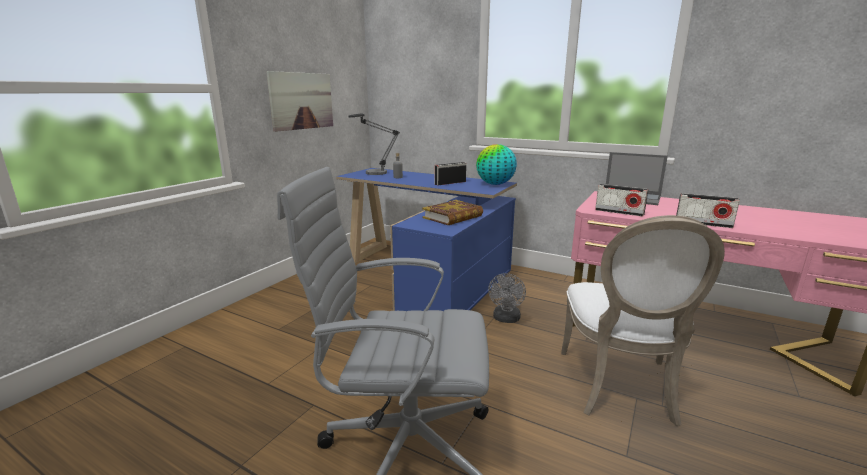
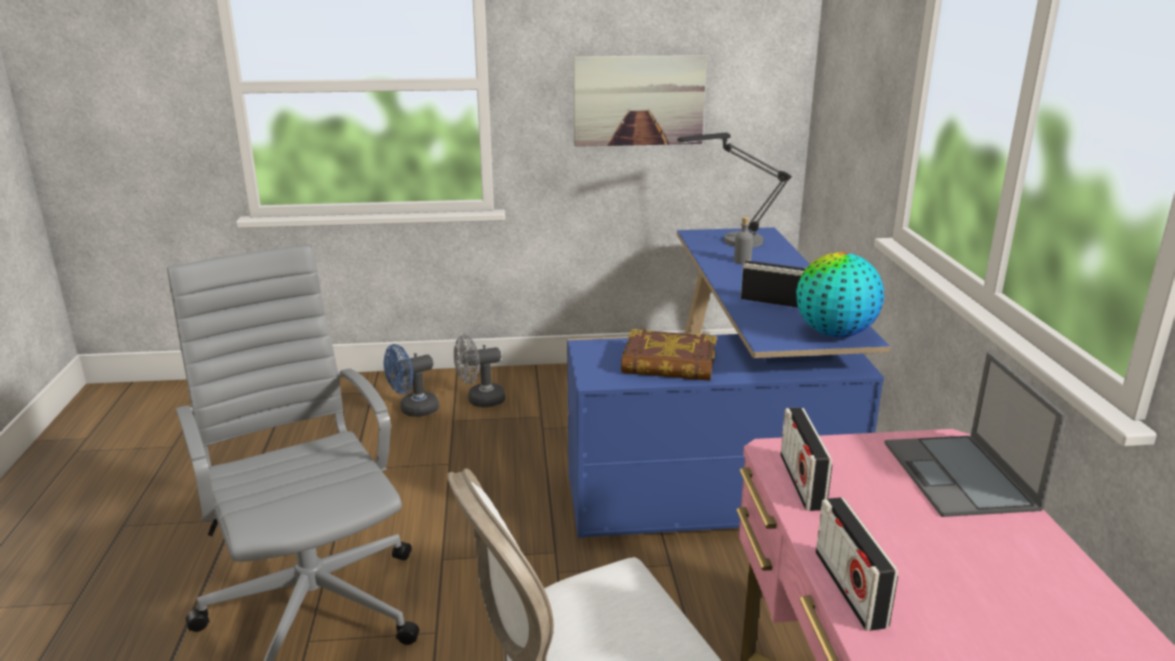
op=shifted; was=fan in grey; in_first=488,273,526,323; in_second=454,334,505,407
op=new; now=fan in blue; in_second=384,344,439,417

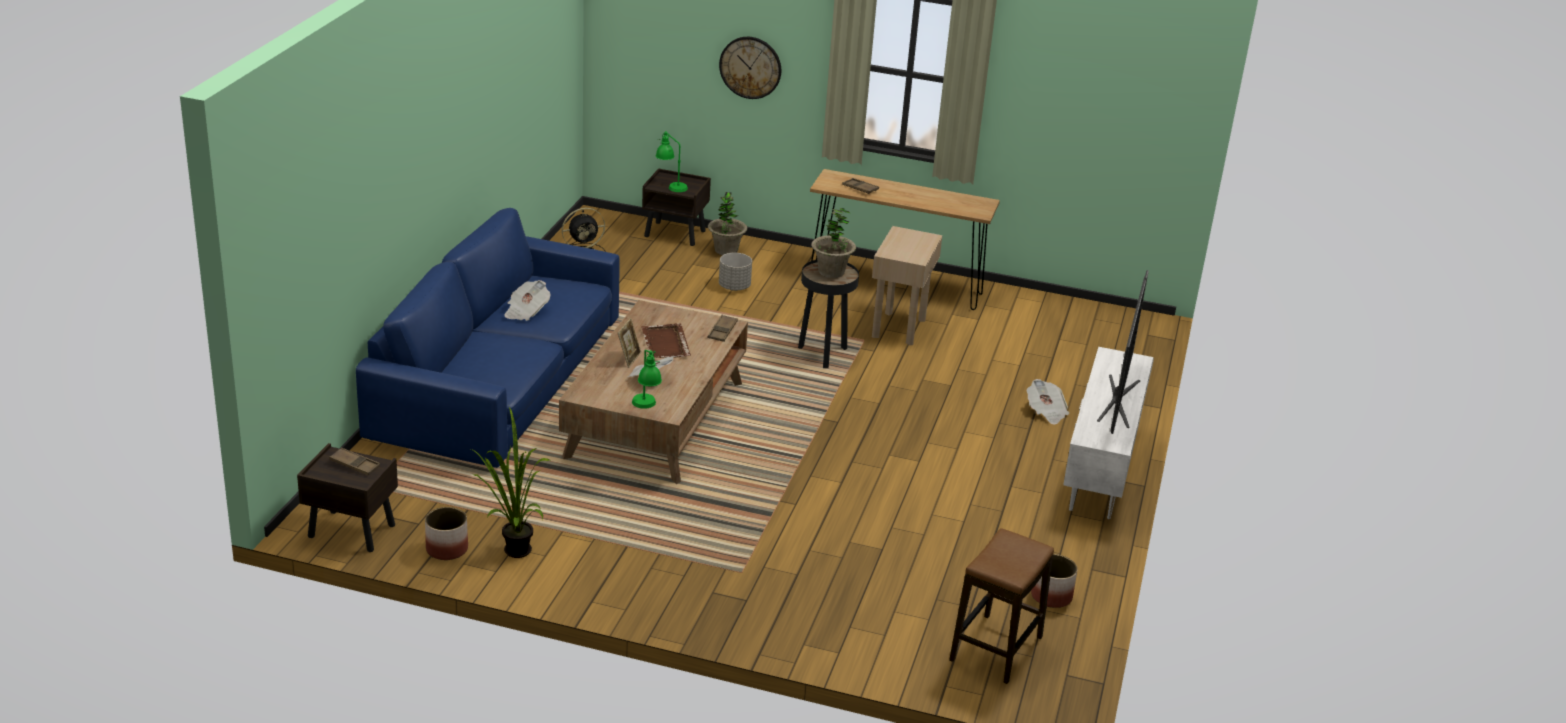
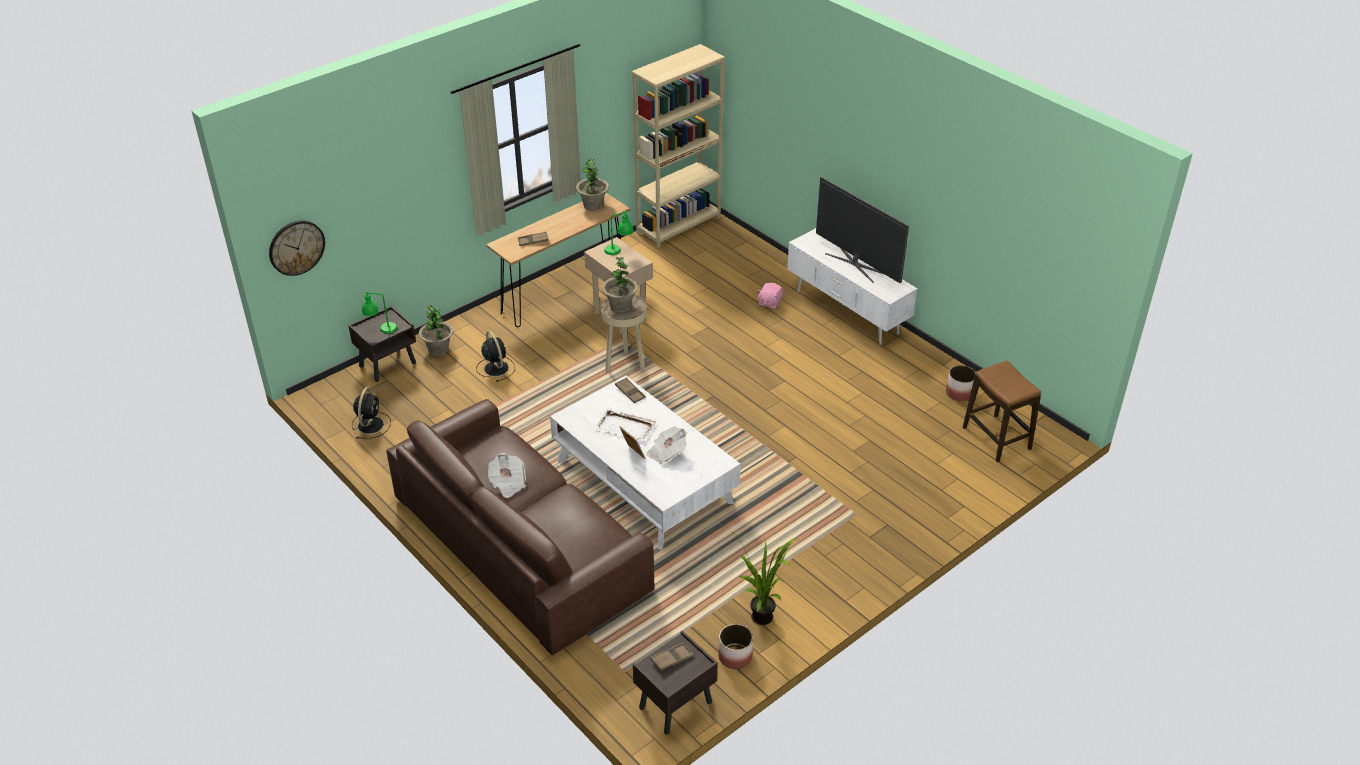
op=repainted; was=sofa in blue; now=sofa in brown; in_first=356,208,620,468; in_second=386,399,654,655
op=repainted; was=coffee table in brown; now=coffee table in white; in_first=559,300,748,484; in_second=550,376,741,550
op=shifted; was=table lamp in green; in_first=632,350,662,409; in_second=604,211,634,255
op=repainted; was=tray in brown; now=tray in white; in_first=641,323,691,358; in_second=594,408,656,442
op=shifted; was=wall clock; in_first=719,37,781,99; in_second=269,221,325,276
op=swapped; was=planter in grey; now=fan in black; in_first=719,253,752,291; in_second=476,331,515,382
op=repainted; was=side table in black; now=side table in beige; in_first=798,260,859,368; in_second=601,294,646,373
op=swapped; was=newspaper; now=plush toy in pink; in_first=1027,379,1069,425; in_second=757,283,783,310
op=new; now=potted plant; in_second=576,158,609,211
op=new; now=bookcase in beige; in_second=632,44,725,248

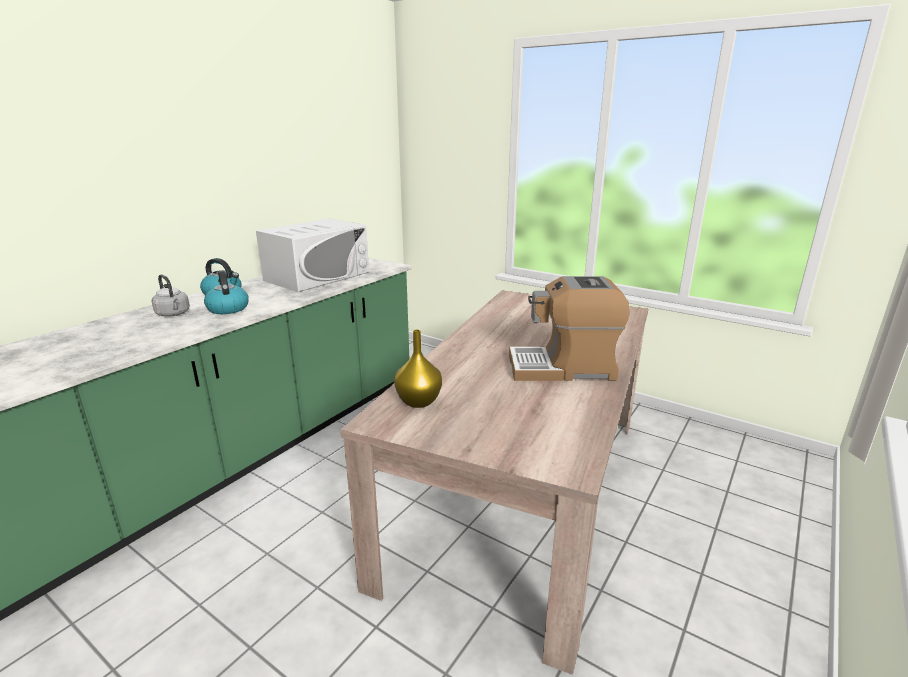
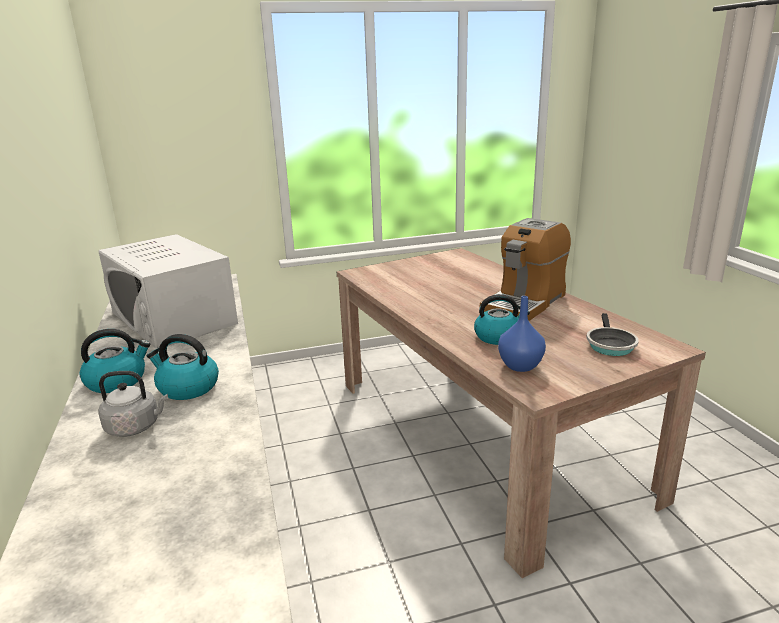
op=rotated; was=microwave in white; in_first=256,219,369,292; in_second=99,234,238,349; clockwise=150
op=repainted; was=vase in yellow; now=vase in blue; in_first=394,329,442,408; in_second=498,296,546,372
op=new; now=kettle; in_second=474,294,530,345
op=new; now=frying pan; in_second=587,313,639,356

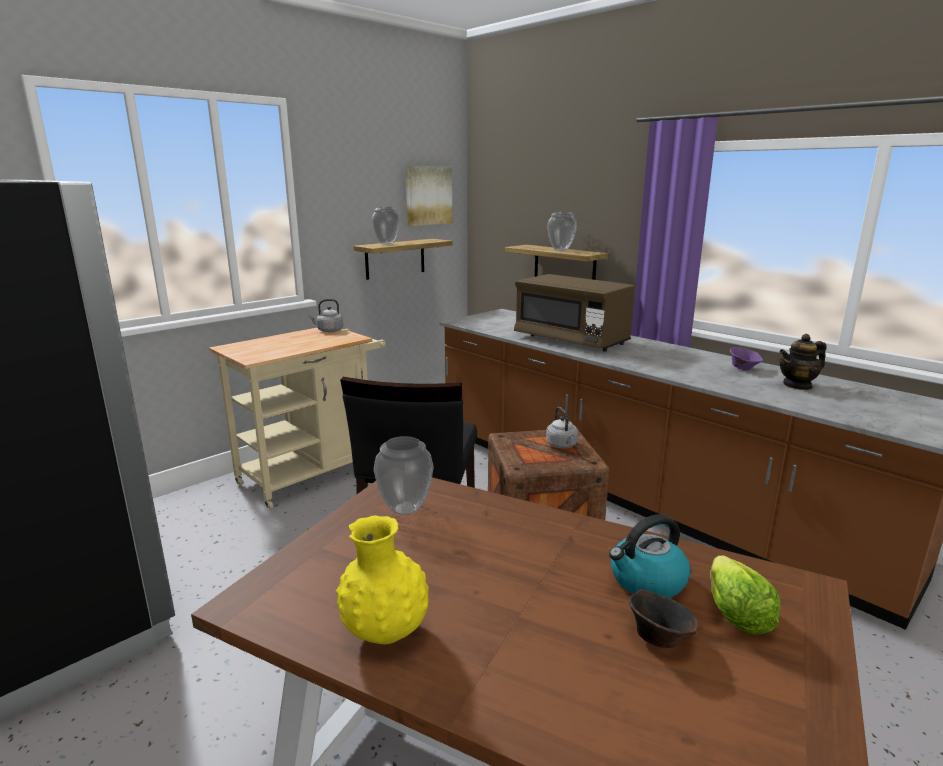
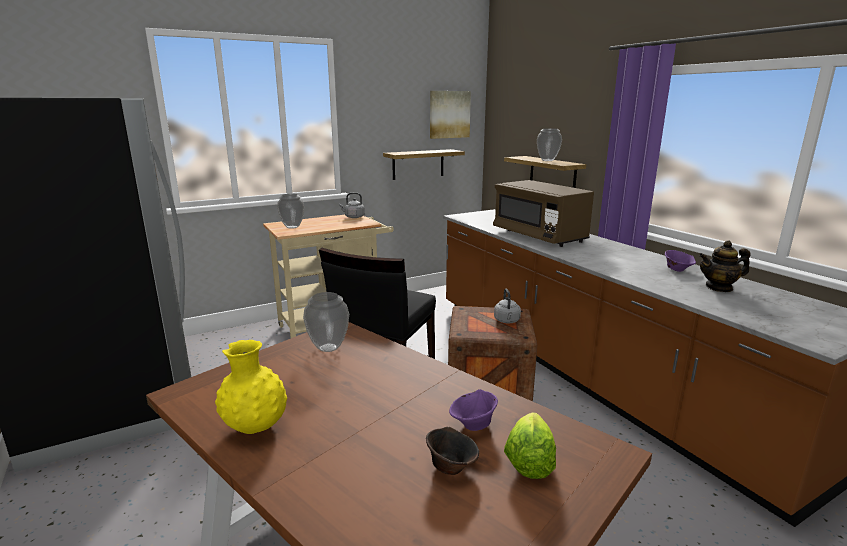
op=shifted; was=vase; in_first=372,207,400,245; in_second=277,194,304,229
op=swapped; was=kettle; now=bowl in purple; in_first=609,515,690,598; in_second=449,389,498,431

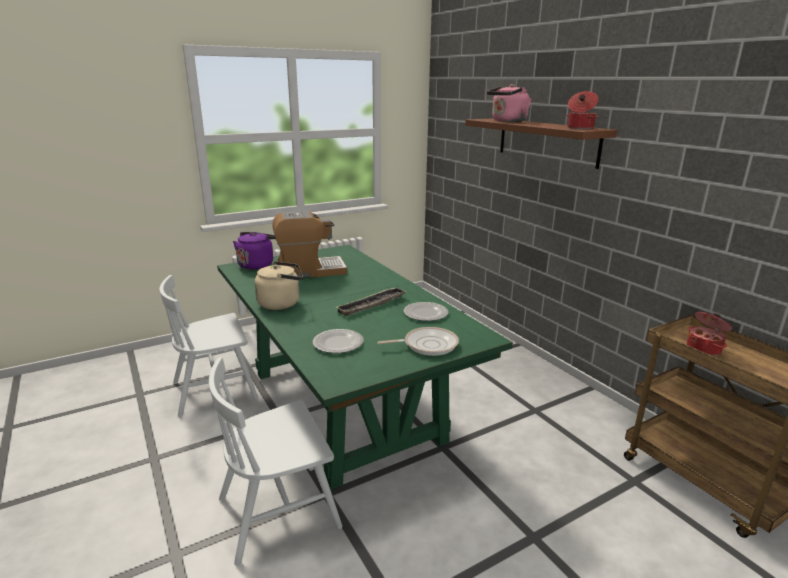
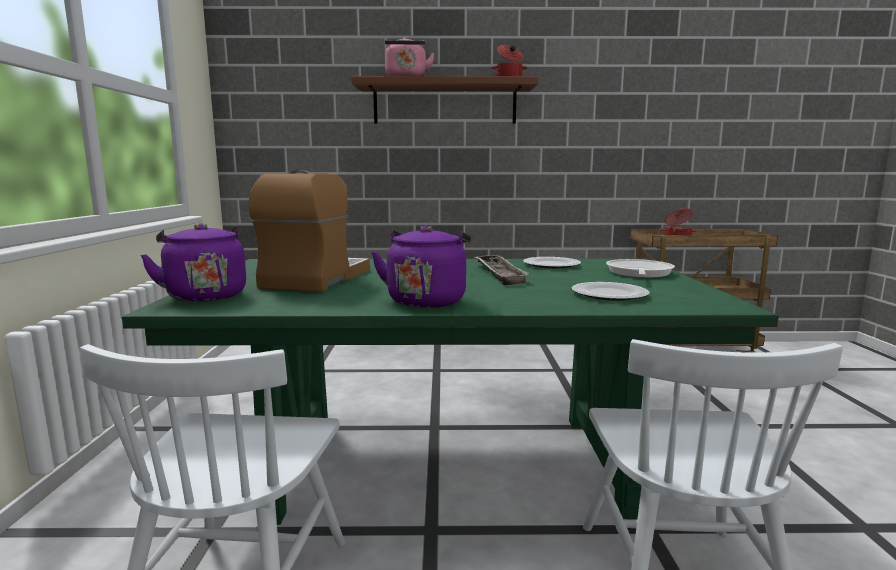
op=repainted; was=kettle in beige; now=kettle in purple; in_first=255,261,303,310; in_second=371,225,471,308

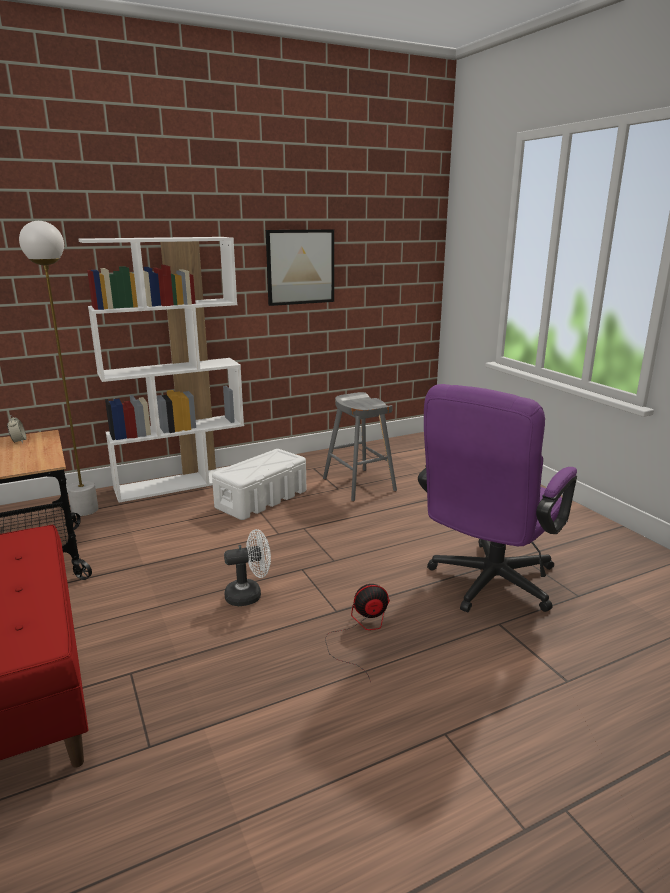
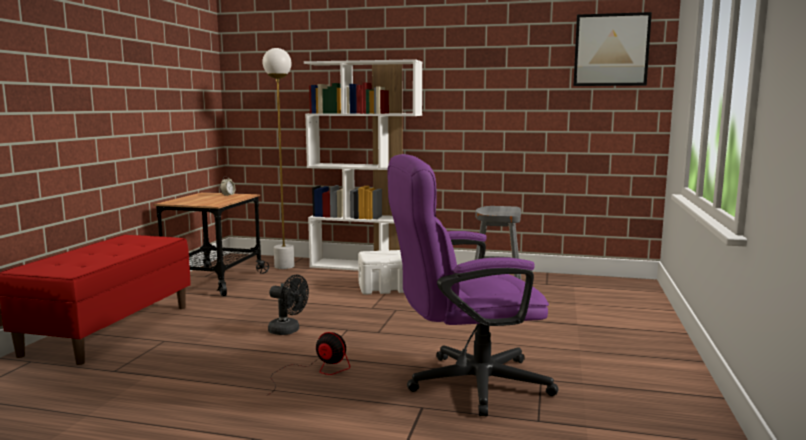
op=repainted; was=fan in white; now=fan in black; in_first=224,529,271,606; in_second=268,275,309,335
op=shifted; was=picture; in_first=266,229,334,306; in_second=573,12,652,86

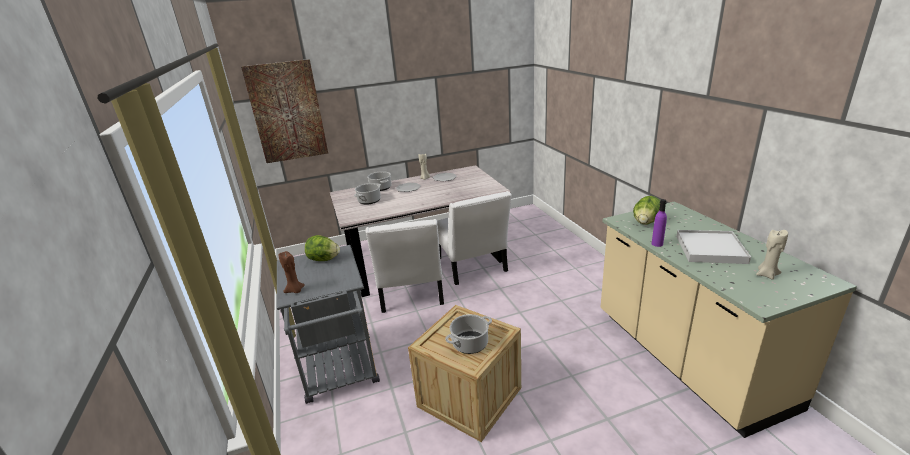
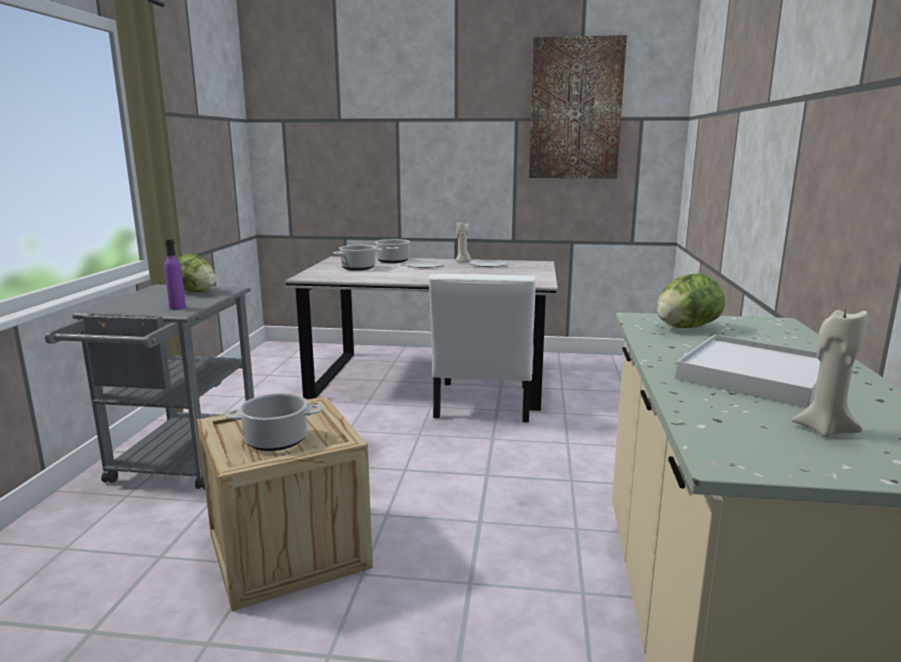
op=shifted; was=picture; in_first=241,59,328,163; in_second=529,35,627,178
op=gone; was=candle in brown; in_first=278,251,305,293
op=gone; was=chair in white; in_first=365,219,444,313
op=shifted; was=bottle in purple; in_first=652,199,667,247; in_second=164,239,186,310

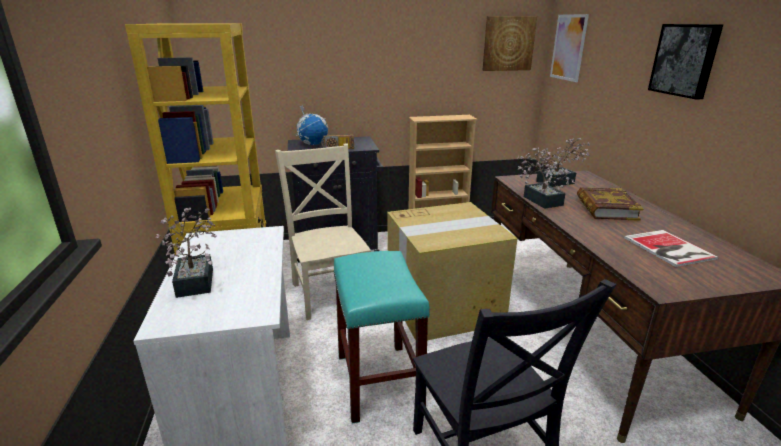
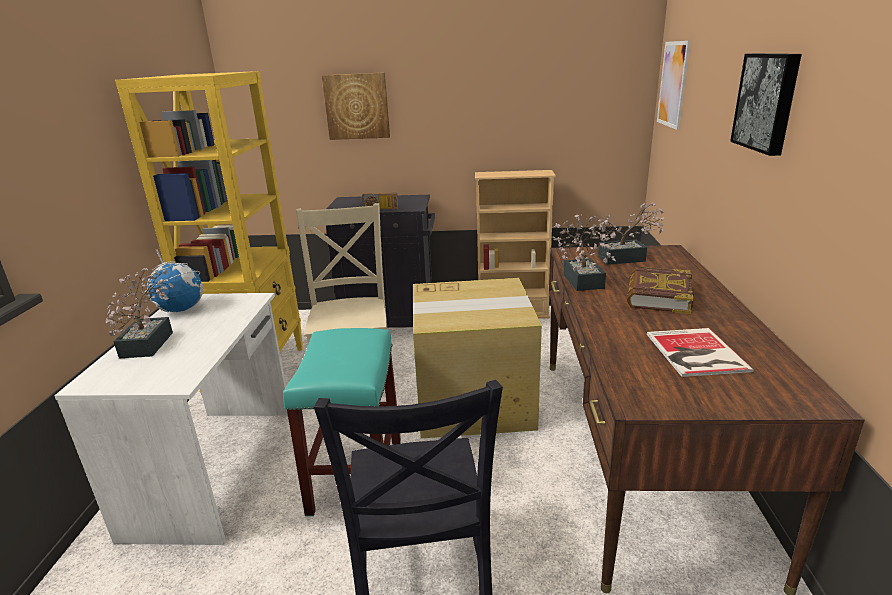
op=shifted; was=globe; in_first=295,105,328,145; in_second=144,249,203,313
op=shifted; was=picture; in_first=482,16,537,71; in_second=322,72,390,140

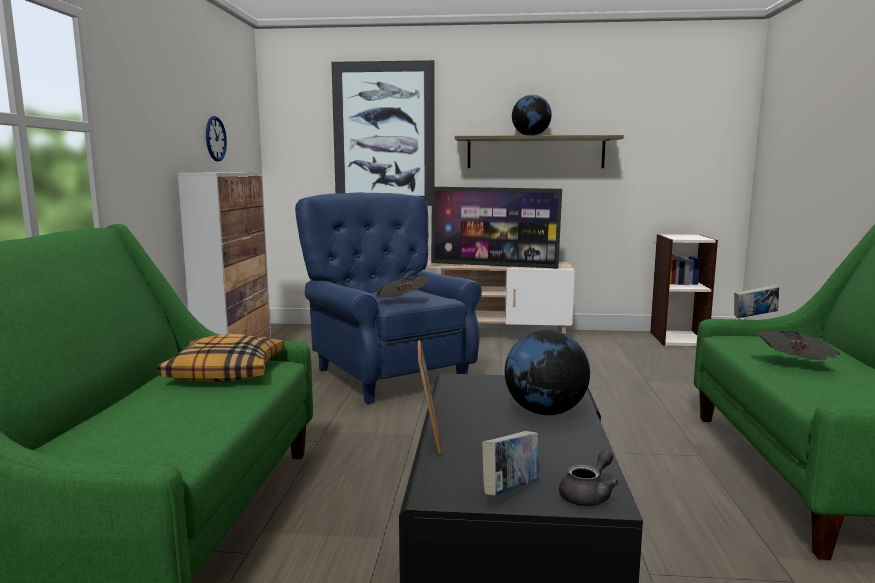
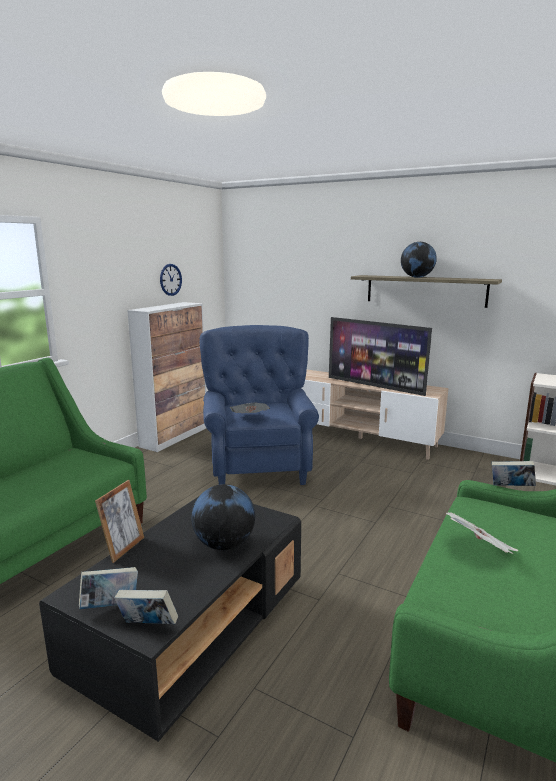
op=gone; was=pillow; in_first=157,334,284,382
op=gone; was=picture; in_first=331,60,435,206
op=swapped; was=teapot in grey; now=book; in_first=559,450,619,506; in_second=114,590,178,624

